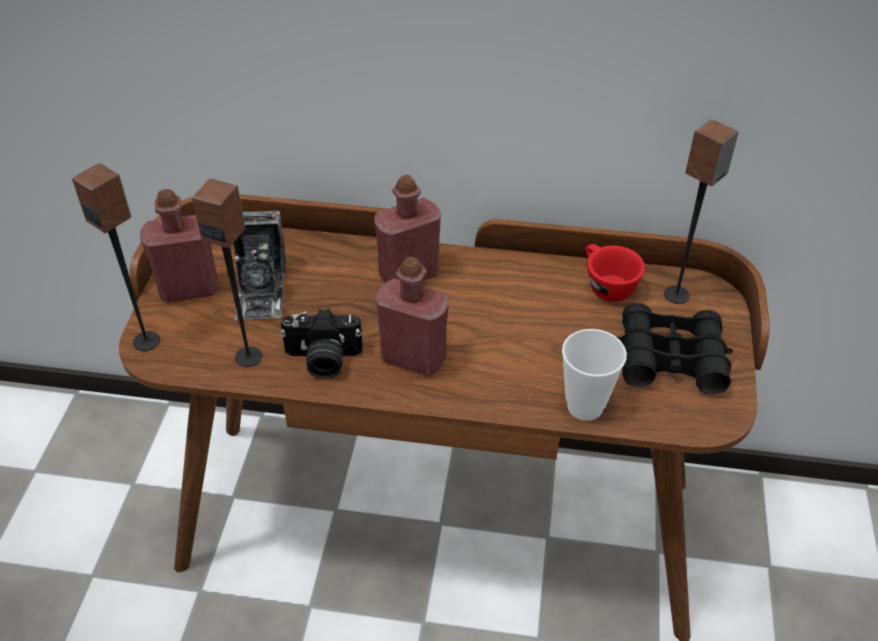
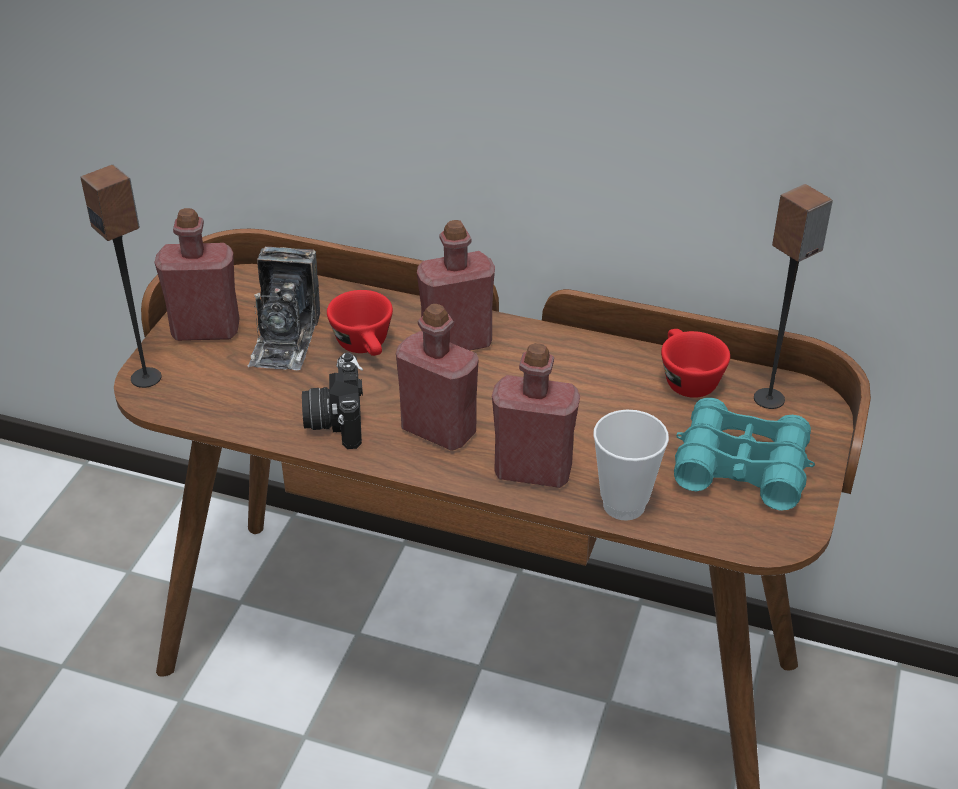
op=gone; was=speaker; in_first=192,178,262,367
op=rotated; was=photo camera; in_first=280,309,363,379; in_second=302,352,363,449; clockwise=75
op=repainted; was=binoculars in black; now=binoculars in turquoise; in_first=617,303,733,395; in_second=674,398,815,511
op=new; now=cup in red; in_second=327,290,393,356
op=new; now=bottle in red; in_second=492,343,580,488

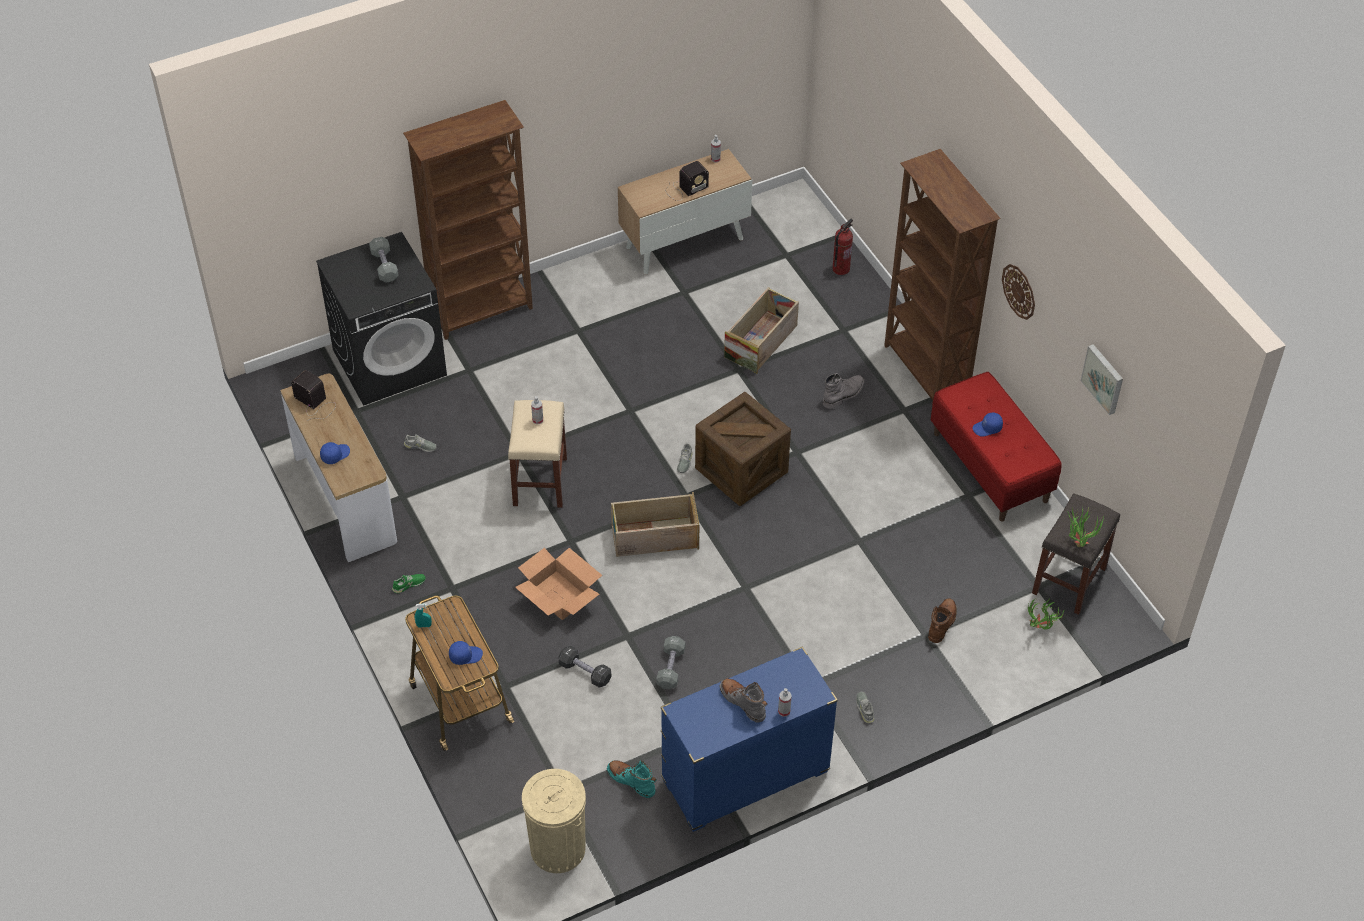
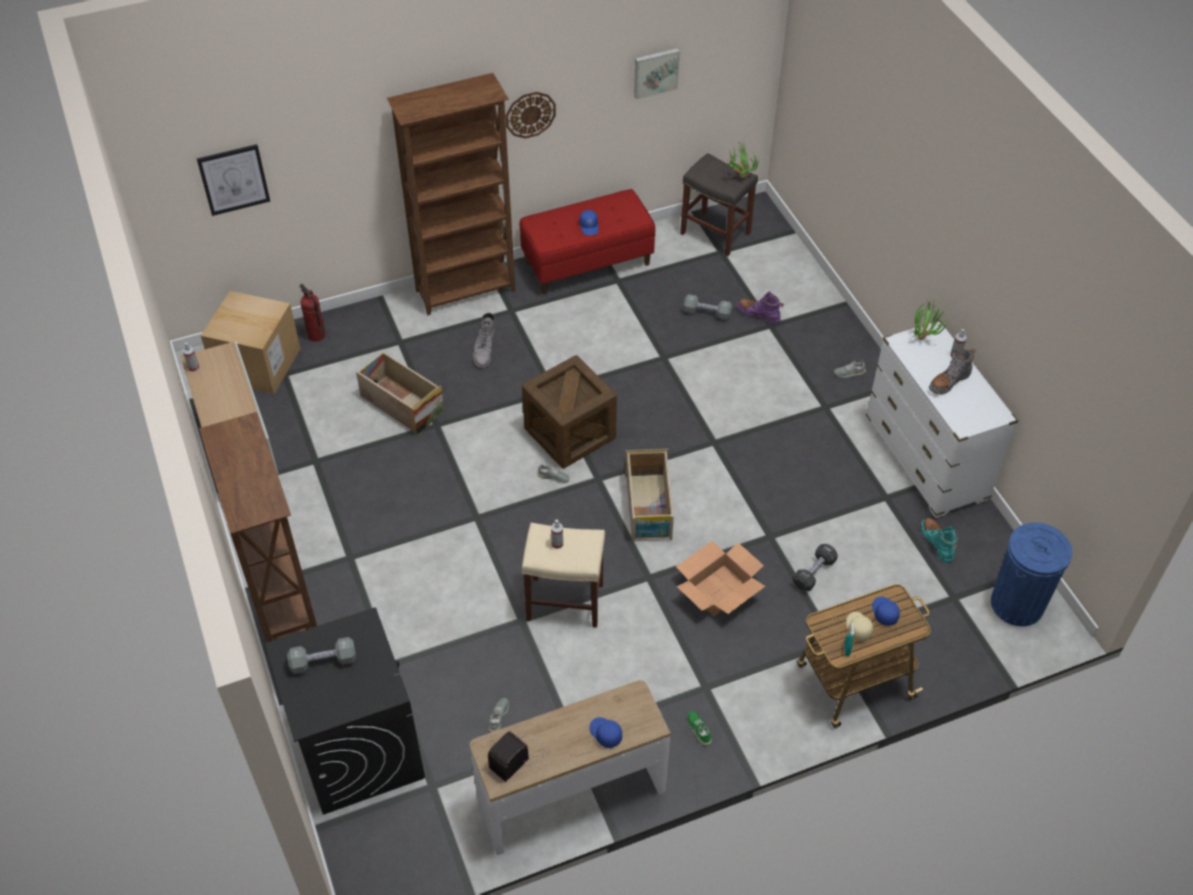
op=repainted; was=trash can in beige; now=trash can in blue; in_first=522,769,586,873; in_second=991,523,1072,626
op=rotated; was=boot in turquoise; in_first=607,760,657,798; in_second=921,518,958,563; clockwise=120
op=shifted; was=dumbbell in grey; in_first=656,636,685,690; in_second=683,294,732,319
op=repainted; was=dresser in blue; now=dresser in white; in_first=661,646,838,832; in_second=866,320,1018,518
op=gone; was=radio; in_first=666,161,709,201
op=rotated; was=boot in grey; in_first=823,373,864,409; in_second=473,313,495,368; clockwise=-135
op=repainted; was=boot in brown; now=boot in purple; in_first=928,598,957,643; in_second=737,291,784,324
op=shifted; was=potted plant; in_first=1028,598,1064,629; in_second=914,300,950,340
op=new; now=picture; in_second=197,144,270,216
op=new; now=cardboard box; in_second=201,291,301,394
op=new; now=cap in beige; in_second=846,612,873,641

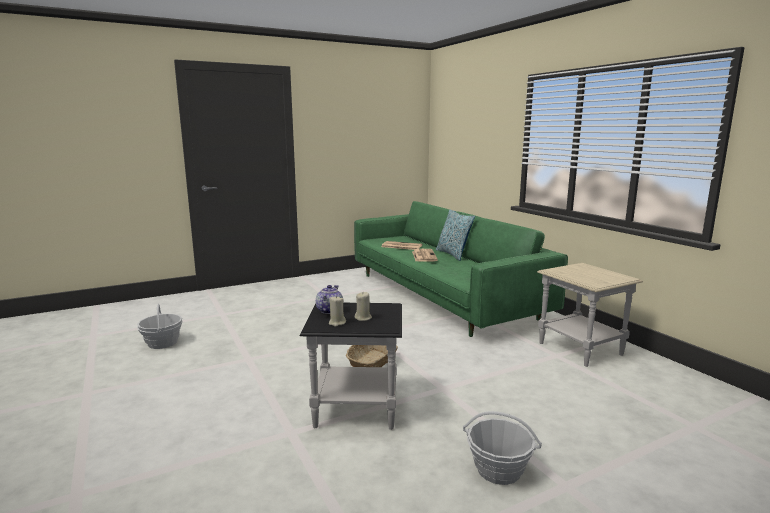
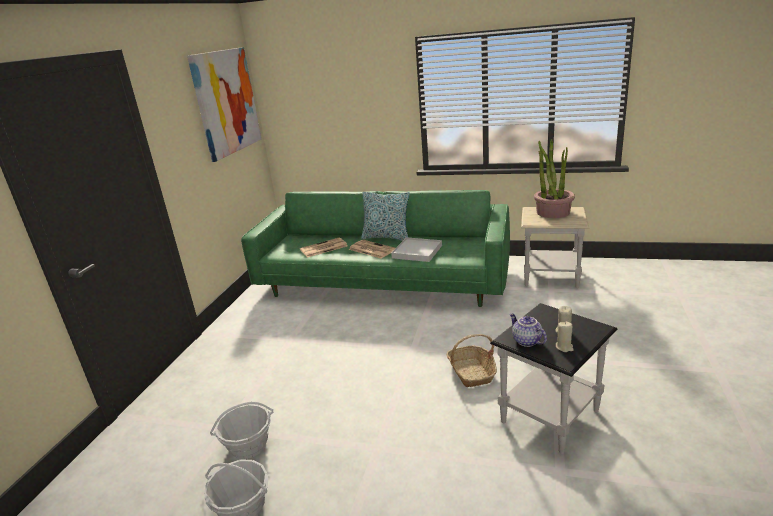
op=shifted; was=basket; in_first=463,411,542,485; in_second=210,402,273,459
op=new; now=picture; in_second=187,47,261,162
op=new; now=tray in white; in_second=391,237,442,262
op=new; now=potted plant; in_second=534,139,575,218

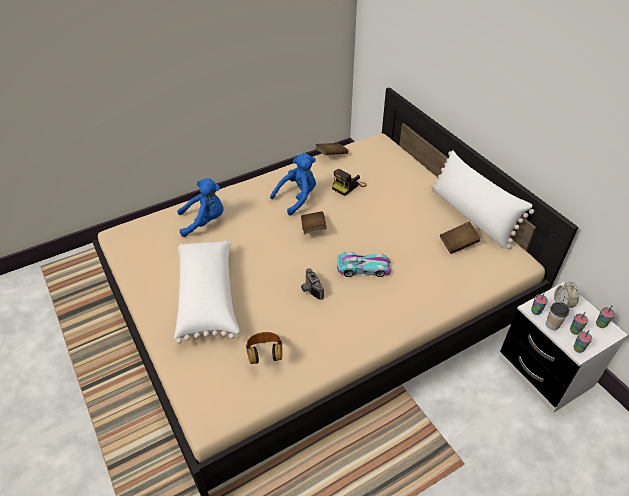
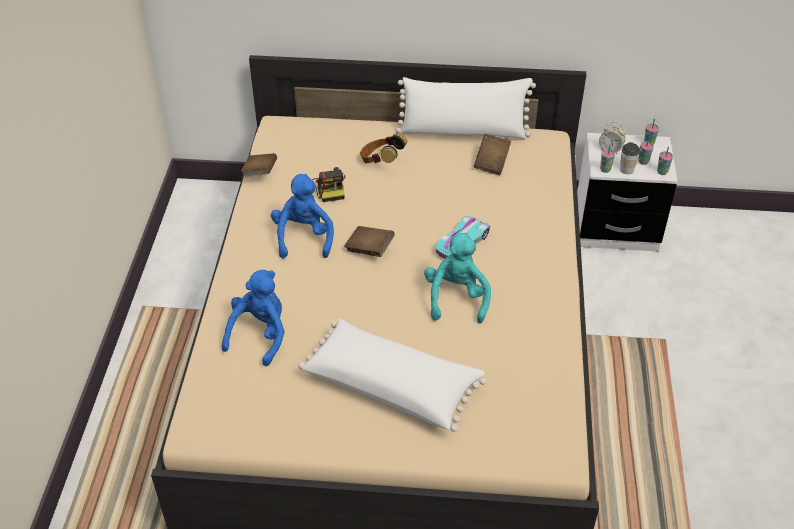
op=shifted; was=headphones; in_first=246,332,282,364; in_second=360,133,407,163
op=swapped; was=photo camera; now=plush toy in turquoise; in_first=301,268,324,300; in_second=424,232,491,323

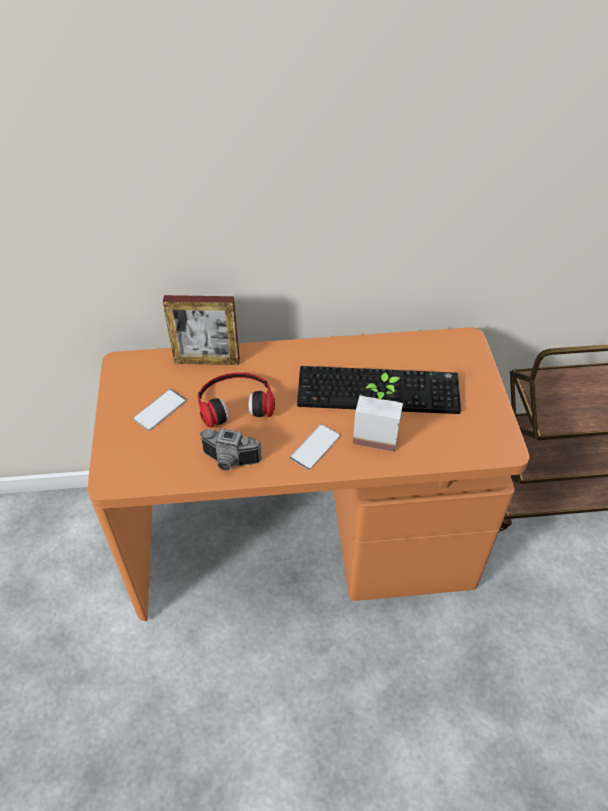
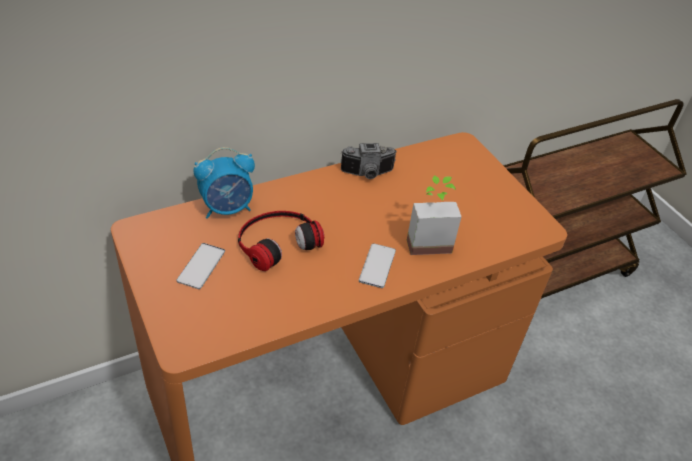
op=swapped; was=picture frame; now=alarm clock; in_first=163,295,240,365; in_second=194,147,255,219
op=shifted; was=photo camera; in_first=200,428,262,471; in_second=341,143,397,179
op=gone; was=keyboard; in_first=297,366,461,414

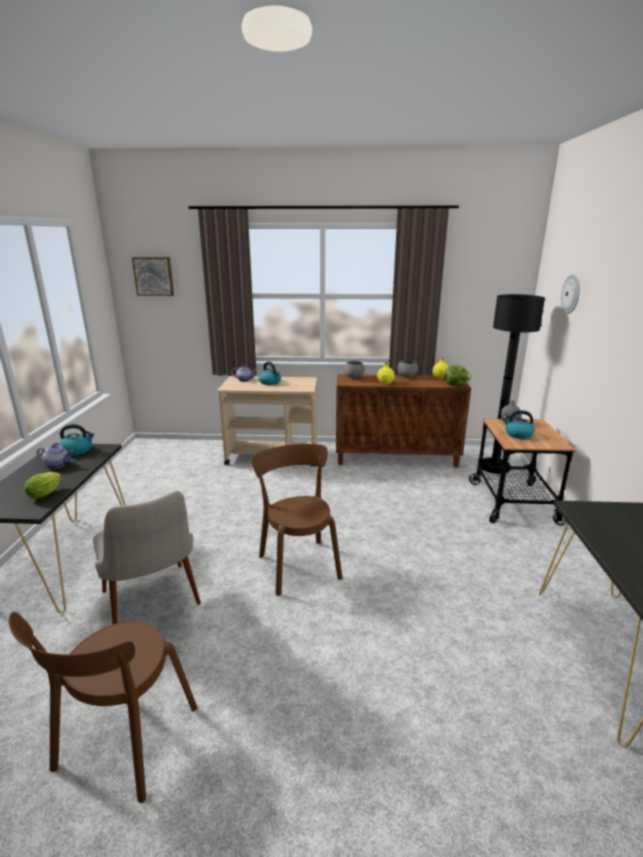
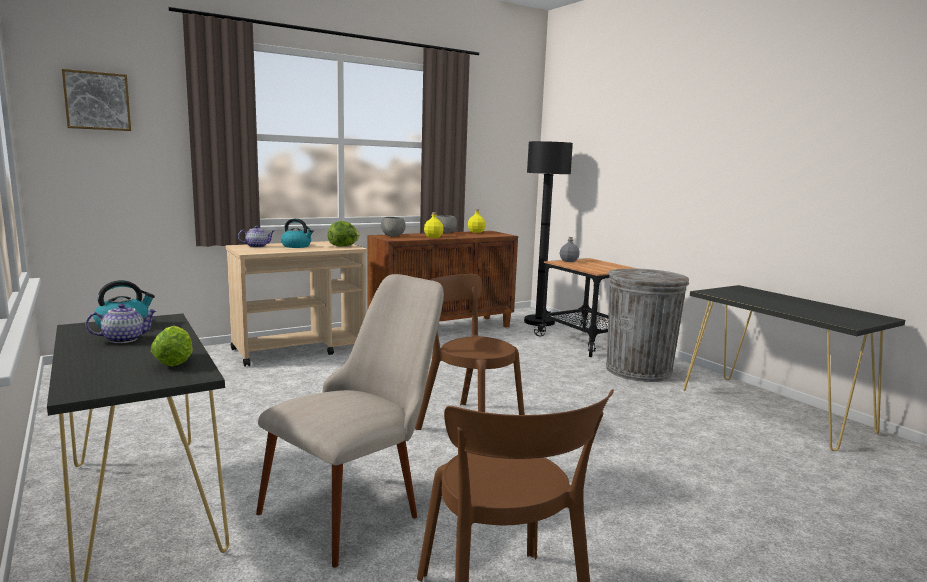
op=rotated; was=chair in beige; in_first=93,491,201,624; in_second=256,274,444,568; clockwise=-75
op=shifted; was=lettuce; in_first=444,365,471,386; in_second=327,221,359,246
op=gone; was=kettle; in_first=502,410,534,439
op=gone; was=wall clock; in_first=561,274,580,314
op=new; now=trash can in grey; in_second=606,268,689,382

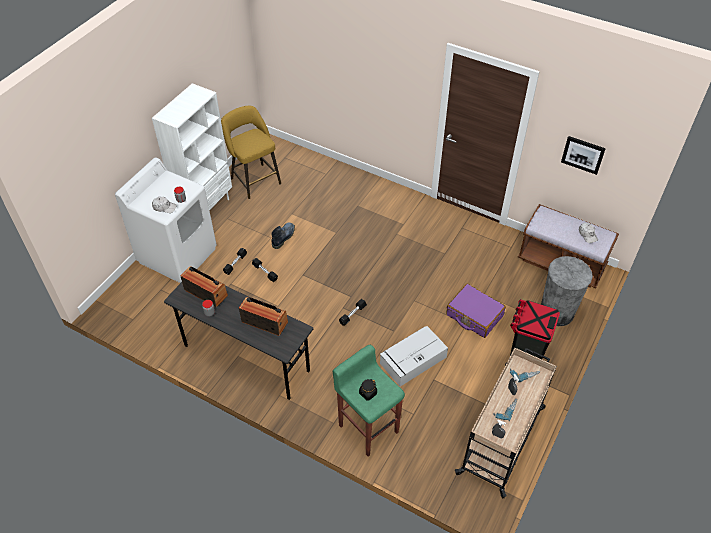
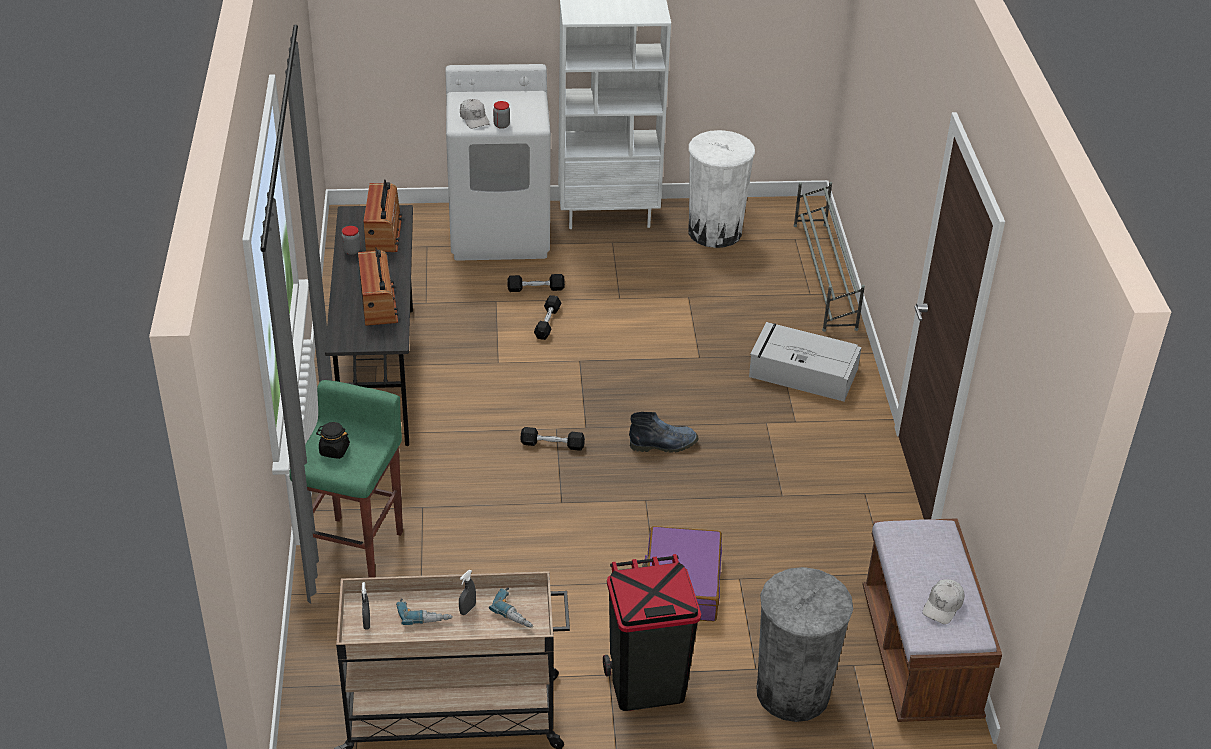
op=swapped; was=stool in yellow; now=trash can in white; in_first=221,106,281,199; in_second=688,130,755,248
op=shifted; was=boot; in_first=271,222,295,249; in_second=629,412,699,453
op=shifted; was=storage box in grey; in_first=380,326,448,387; in_second=749,322,861,401
op=gone; was=picture; in_first=561,136,606,175
op=new; now=shoe rack in grey; in_second=794,182,865,332

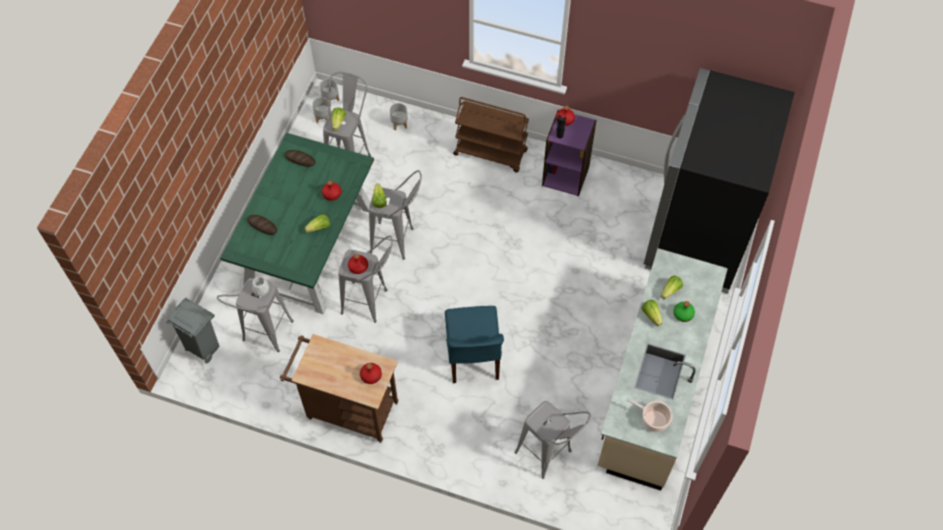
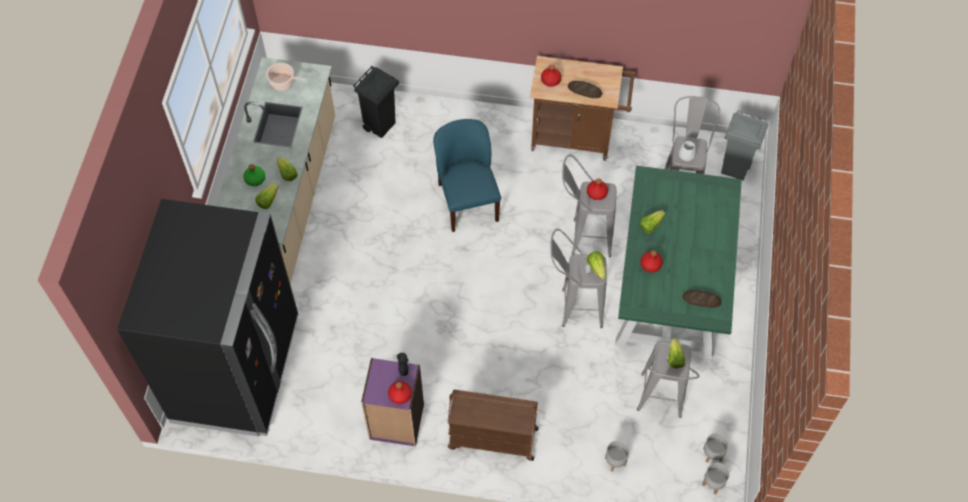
op=shifted; was=bread; in_first=247,215,277,235; in_second=568,81,602,98
op=swapped; was=stool in grey; now=trash can in black; in_first=515,401,591,479; in_second=353,66,399,138

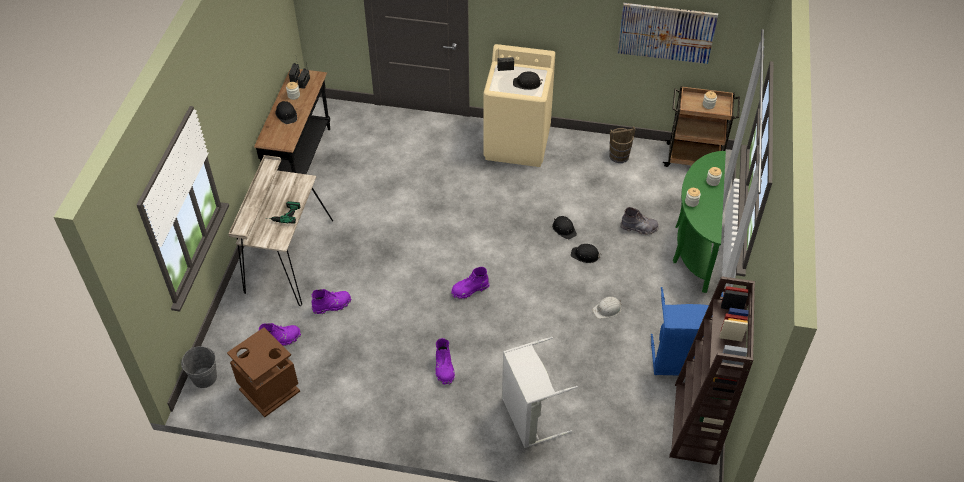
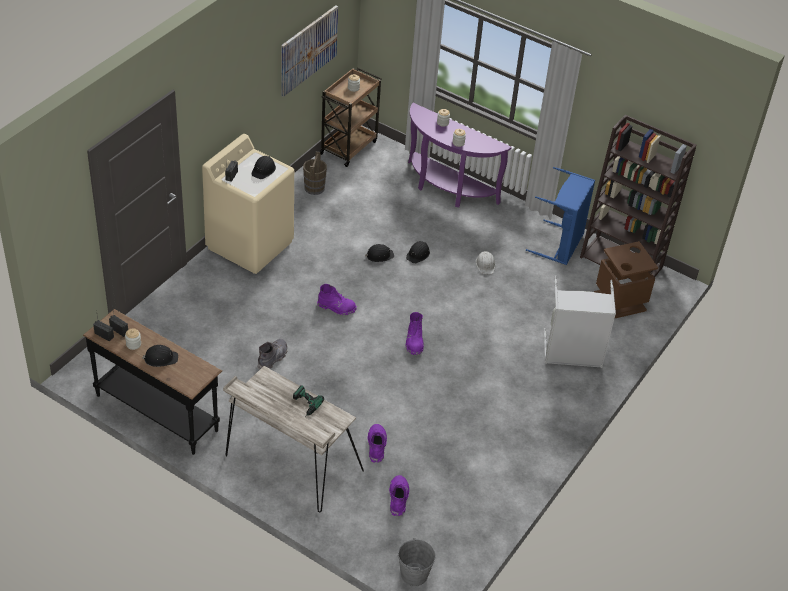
op=shifted; was=trash can in brown; in_first=227,327,300,417; in_second=594,241,658,318
op=shifted; was=boot in purple; in_first=435,338,455,385; in_second=317,284,357,316
op=shifted; was=boot in grey; in_first=620,207,659,235; in_second=258,339,287,369
op=repainted; was=console table in green; now=console table in purple; in_first=673,151,726,293; in_second=408,103,512,207

